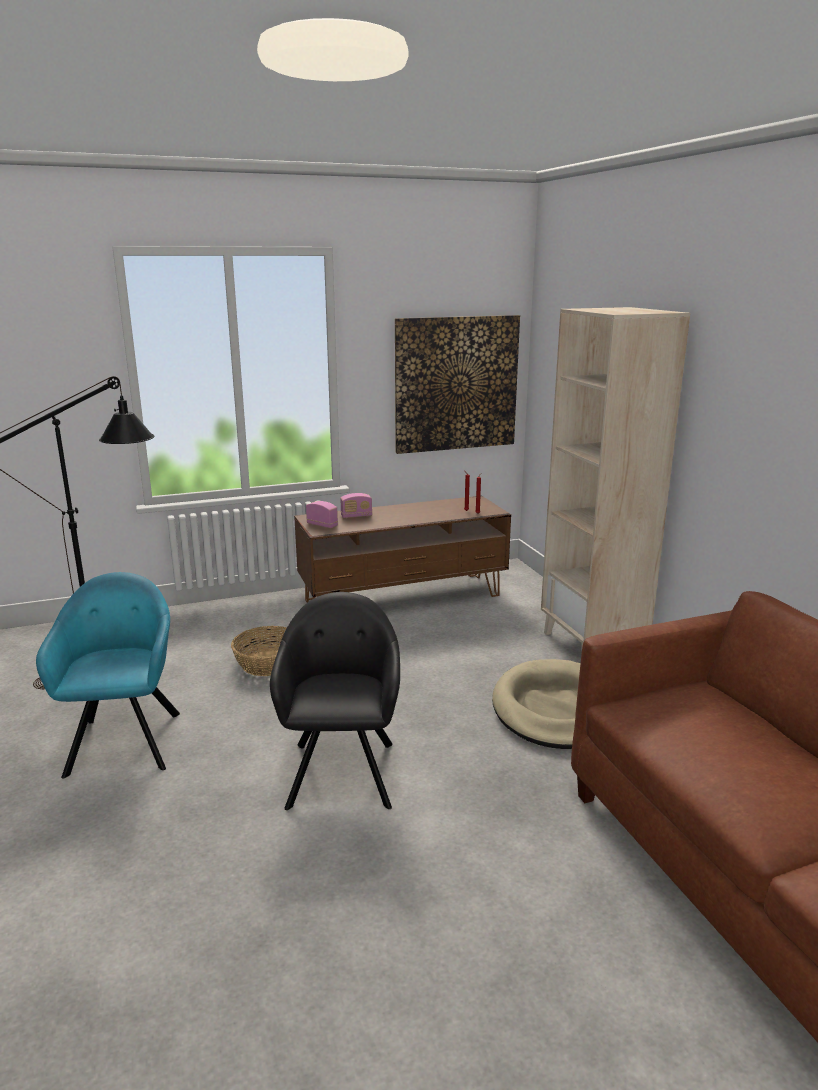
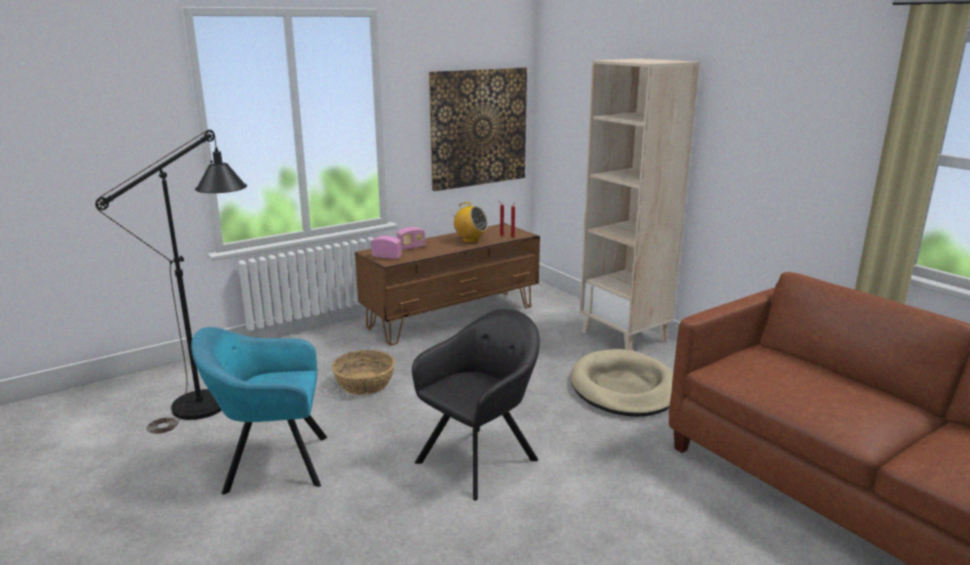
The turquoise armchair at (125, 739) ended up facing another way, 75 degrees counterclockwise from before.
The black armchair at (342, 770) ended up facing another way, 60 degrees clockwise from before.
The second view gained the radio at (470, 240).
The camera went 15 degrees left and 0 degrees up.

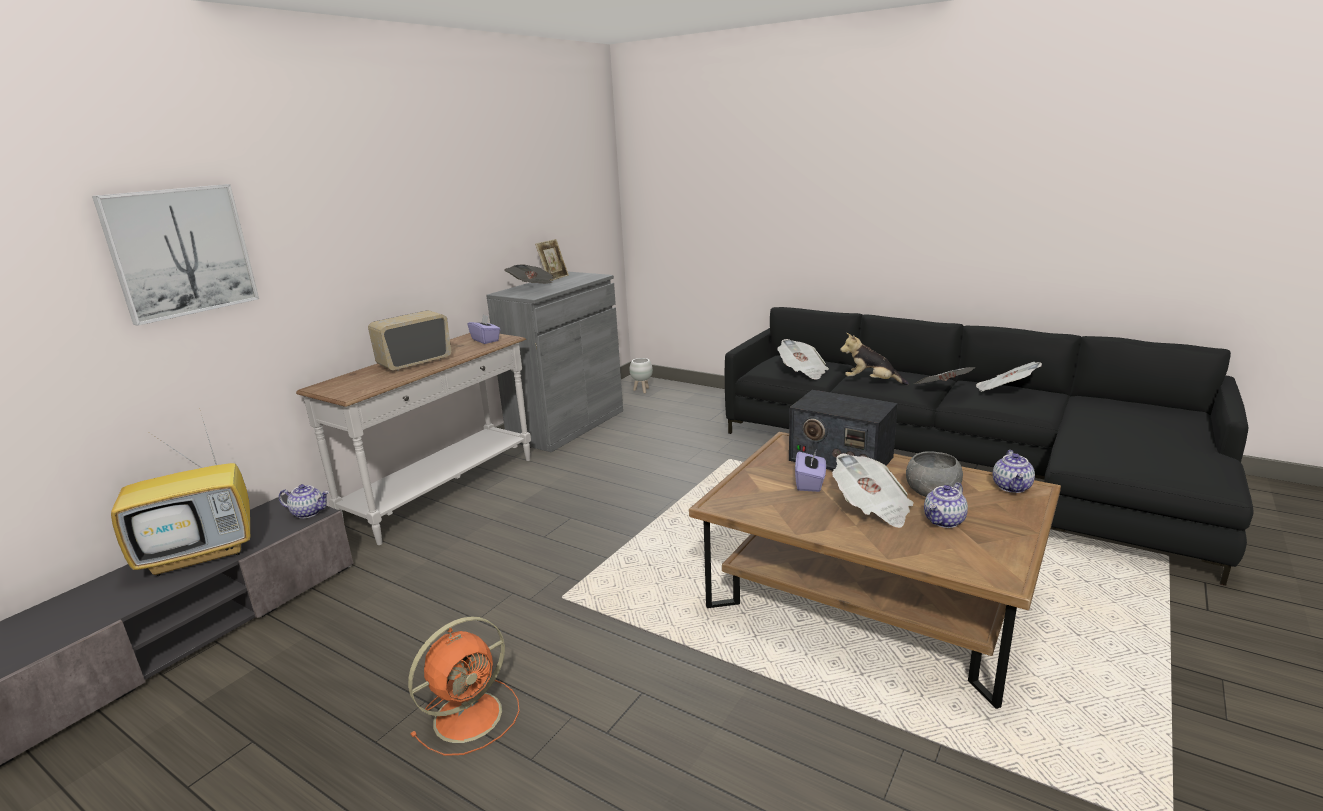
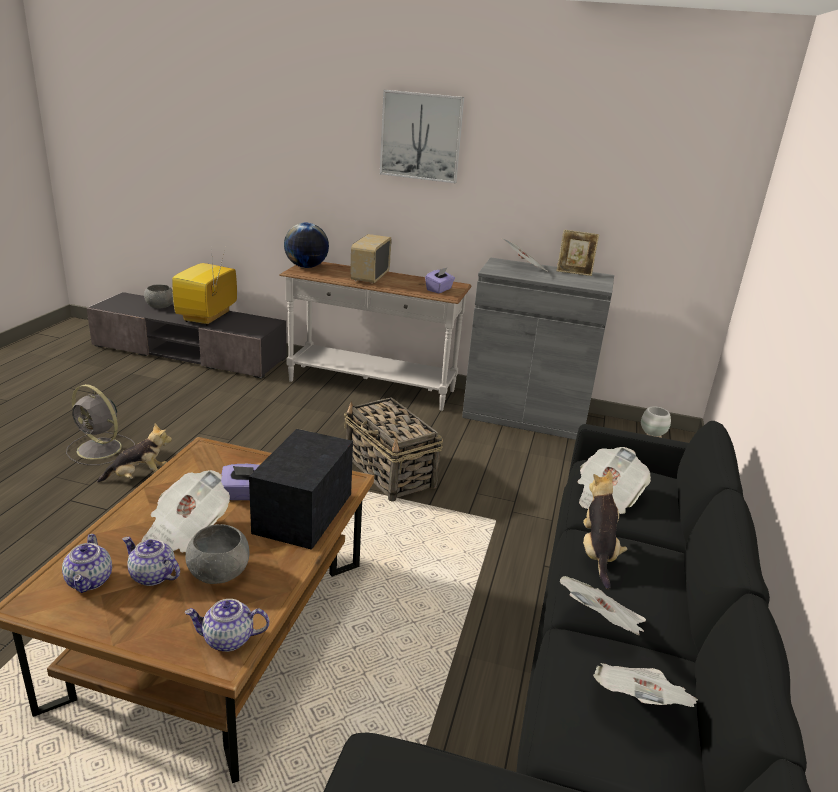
The picture ended up elsewhere, having gone from (181, 252) to (421, 136).
The television at (203, 553) ended up facing another way, 60 degrees clockwise from before.
The teapot ended up elsewhere, having gone from (309, 512) to (90, 581).
The radio at (414, 363) ended up facing another way, 105 degrees counterclockwise from before.
What was the orange fan at (471, 715) turned into the grey fan at (101, 449).
The second view gained the plush toy at (139, 477).
The second view gained the grey bowl at (160, 306).
The second view gained the globe at (306, 267).
The second view gained the basket at (390, 473).
The camera went 70 degrees right and 5 degrees up.

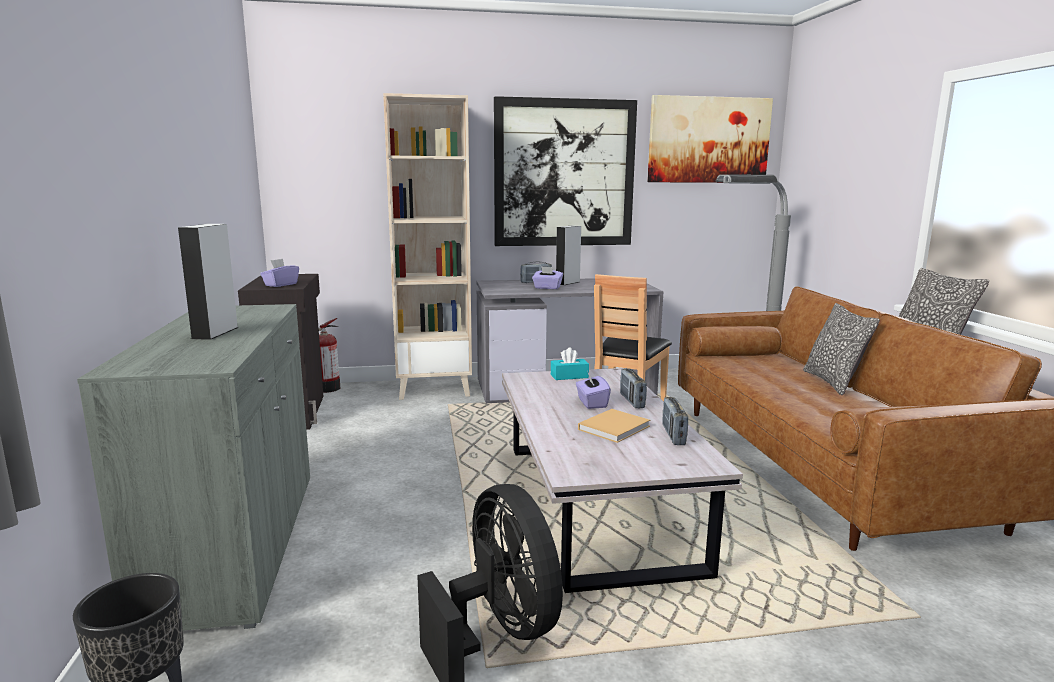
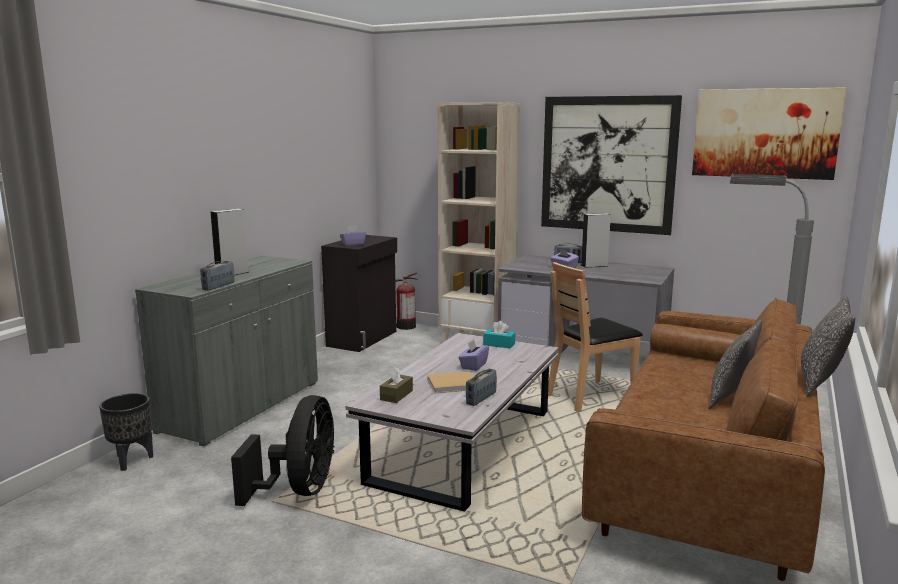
The radio ended up elsewhere, having gone from (632, 401) to (218, 286).
The second view gained the brown tissue box at (396, 395).
The camera went 35 degrees right and 0 degrees up.

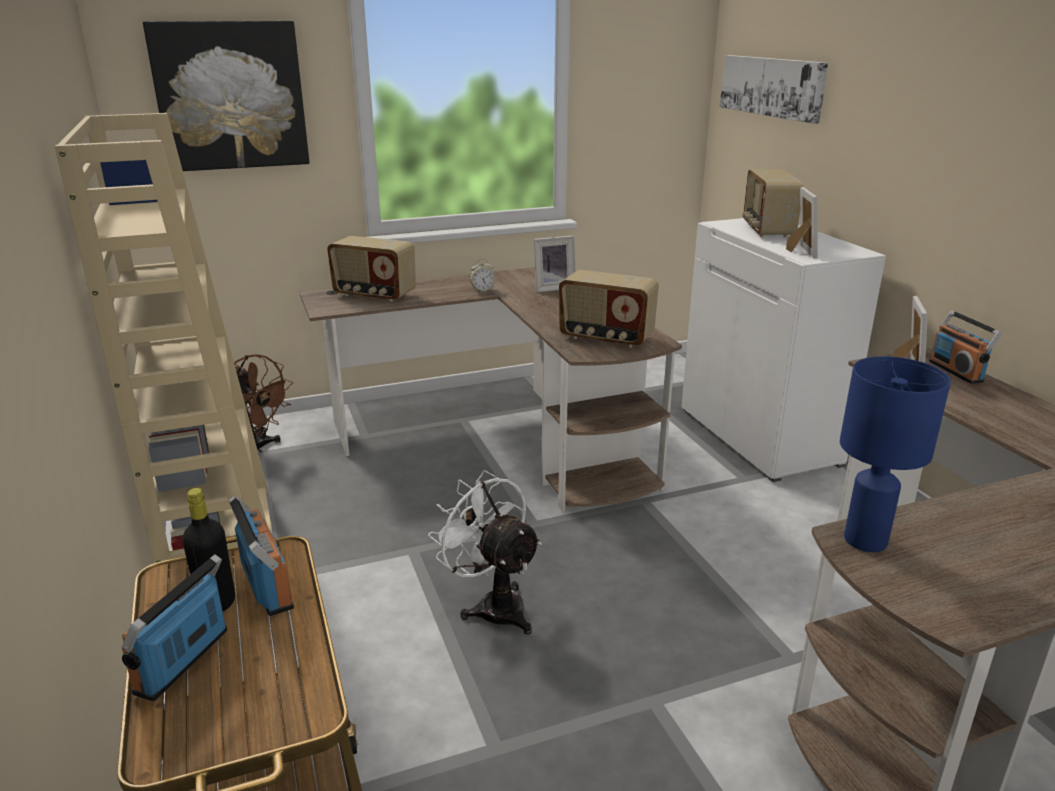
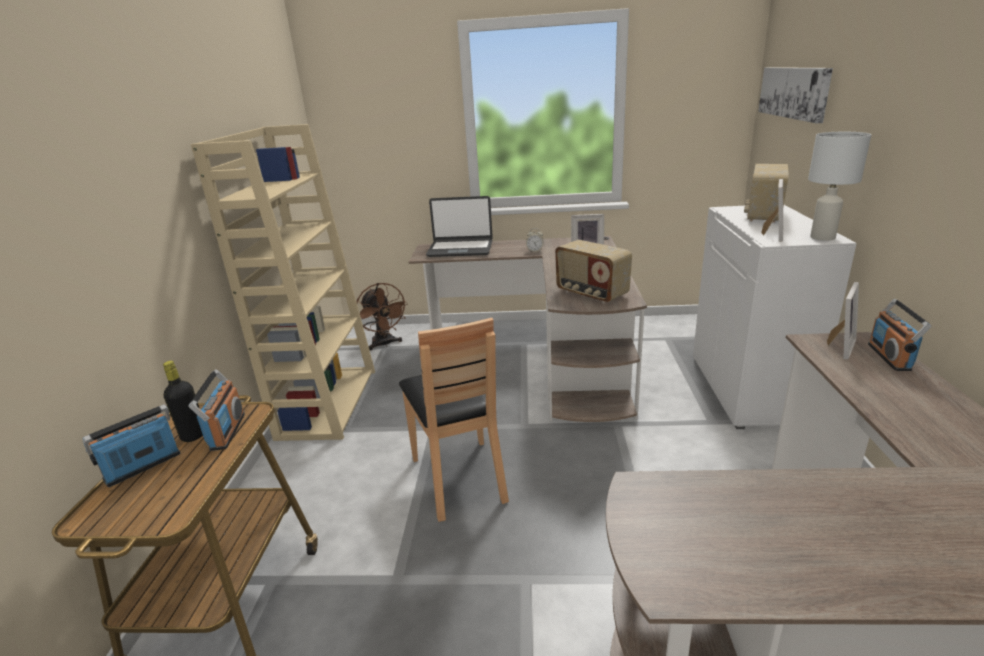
The second view lost the picture at (230, 96).
Where the radio stood at (374, 295), the laptop came to stand at (460, 249).
Where the white fan stood at (493, 605), the brown chair came to stand at (460, 478).
The second view lost the blue table lamp at (864, 540).
The second view gained the white table lamp at (821, 237).
The camera went 25 degrees right and 0 degrees up.

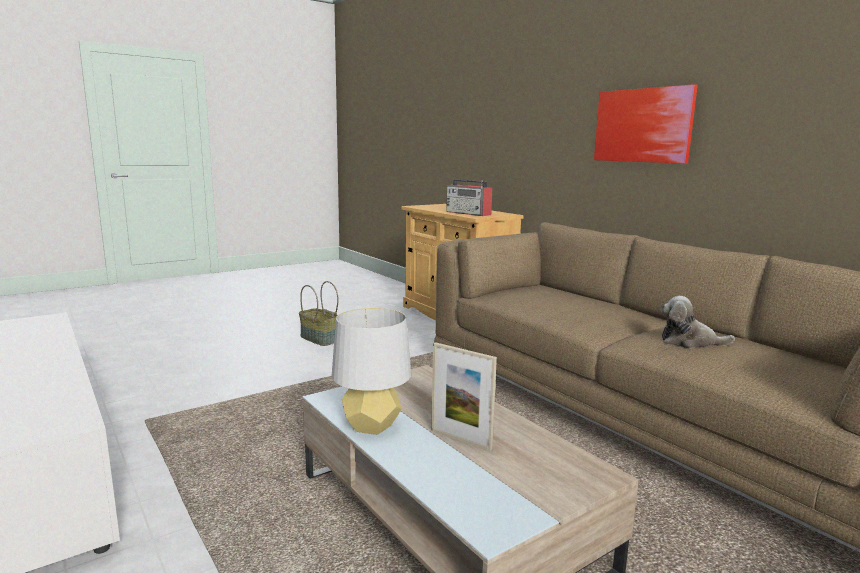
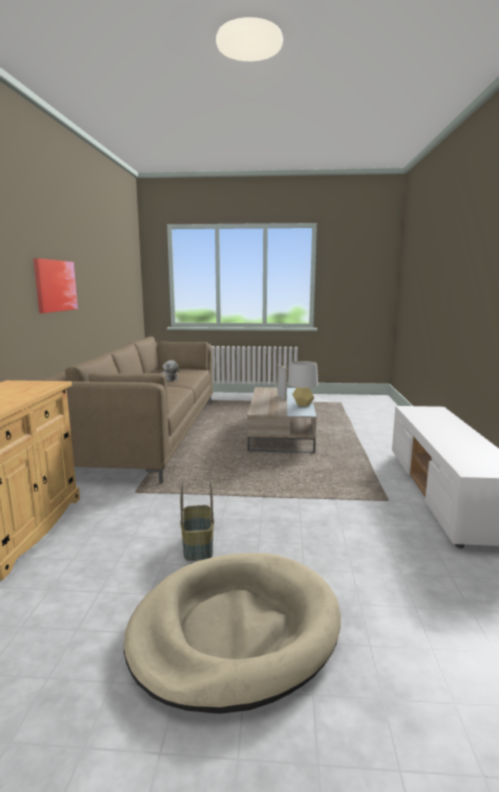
The second view lost the radio at (468, 213).
The second view gained the beige dog bed at (234, 630).
The camera went 140 degrees left and 0 degrees up.

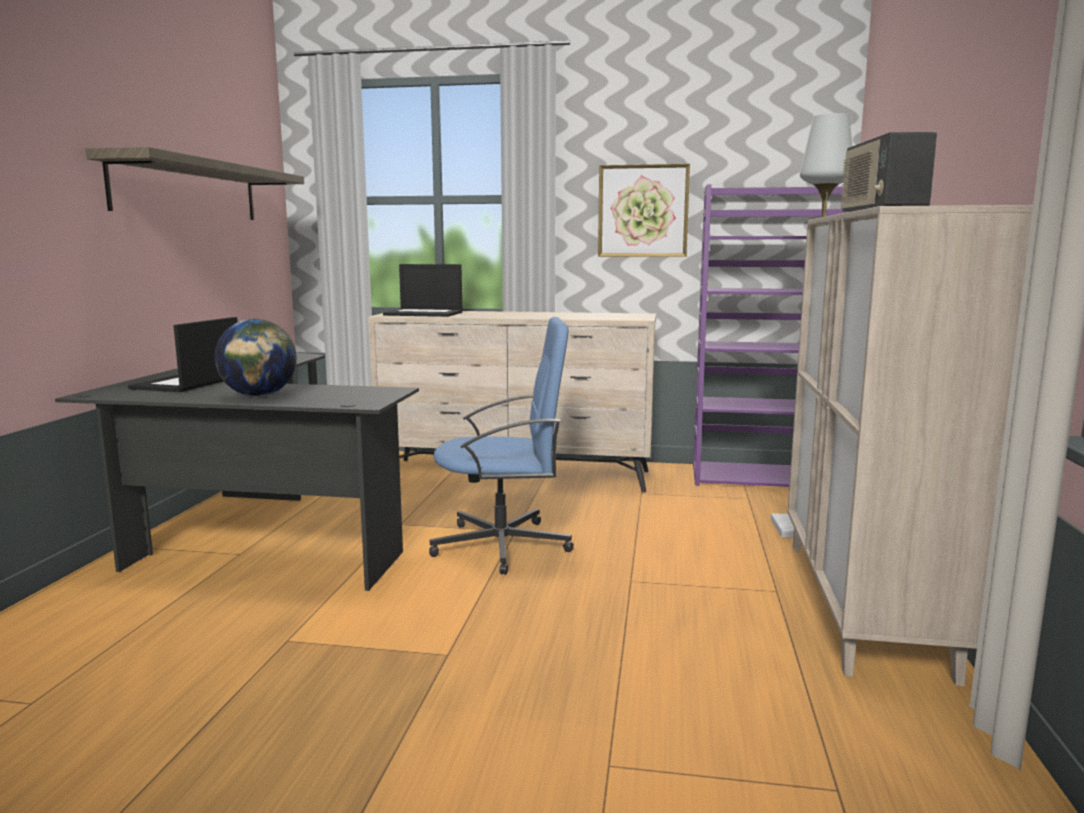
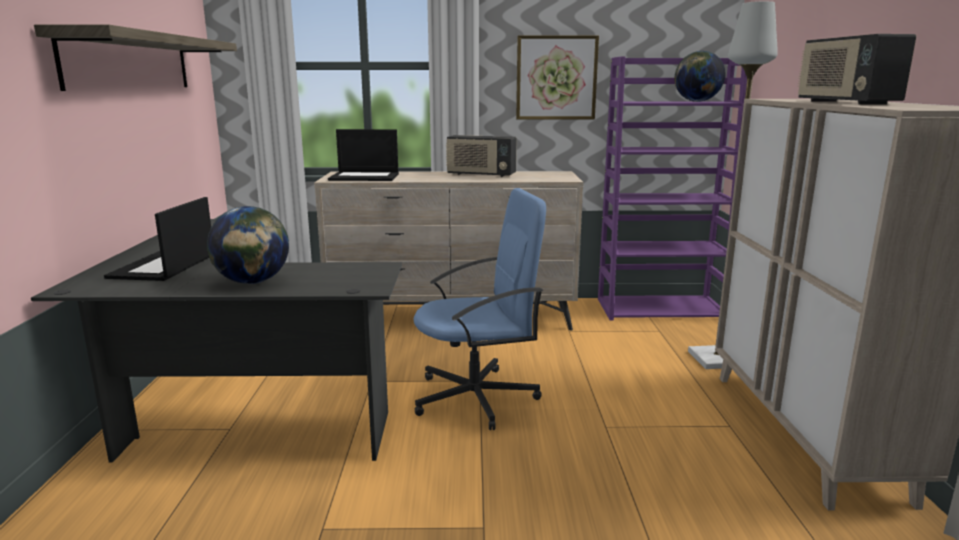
The second view gained the radio at (481, 175).
The second view gained the globe at (697, 101).
The camera went 10 degrees left and 5 degrees up.

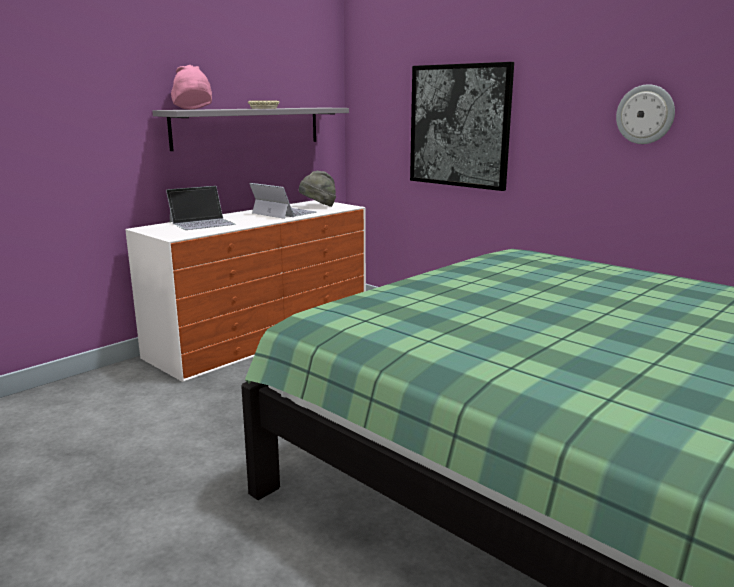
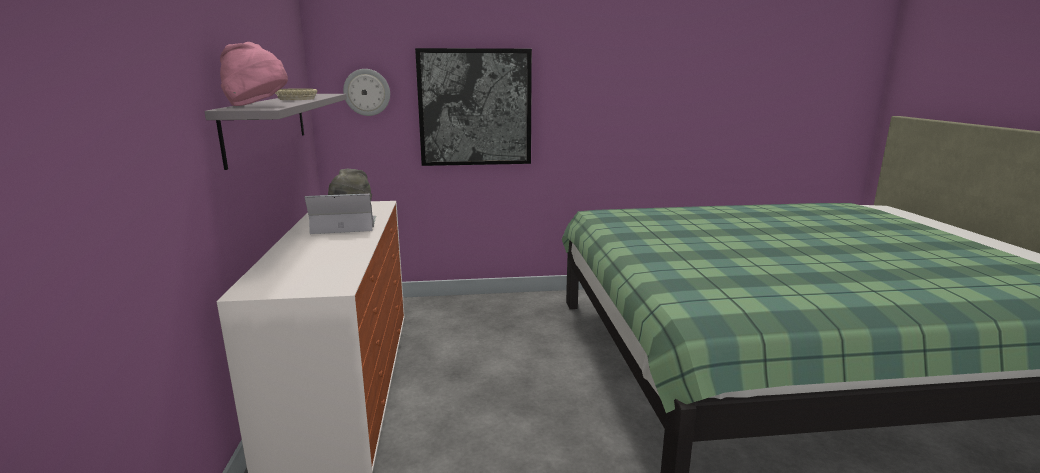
The second view lost the laptop at (202, 223).
The wall clock ended up elsewhere, having gone from (645, 114) to (367, 92).
The camera went 50 degrees left and 0 degrees up.

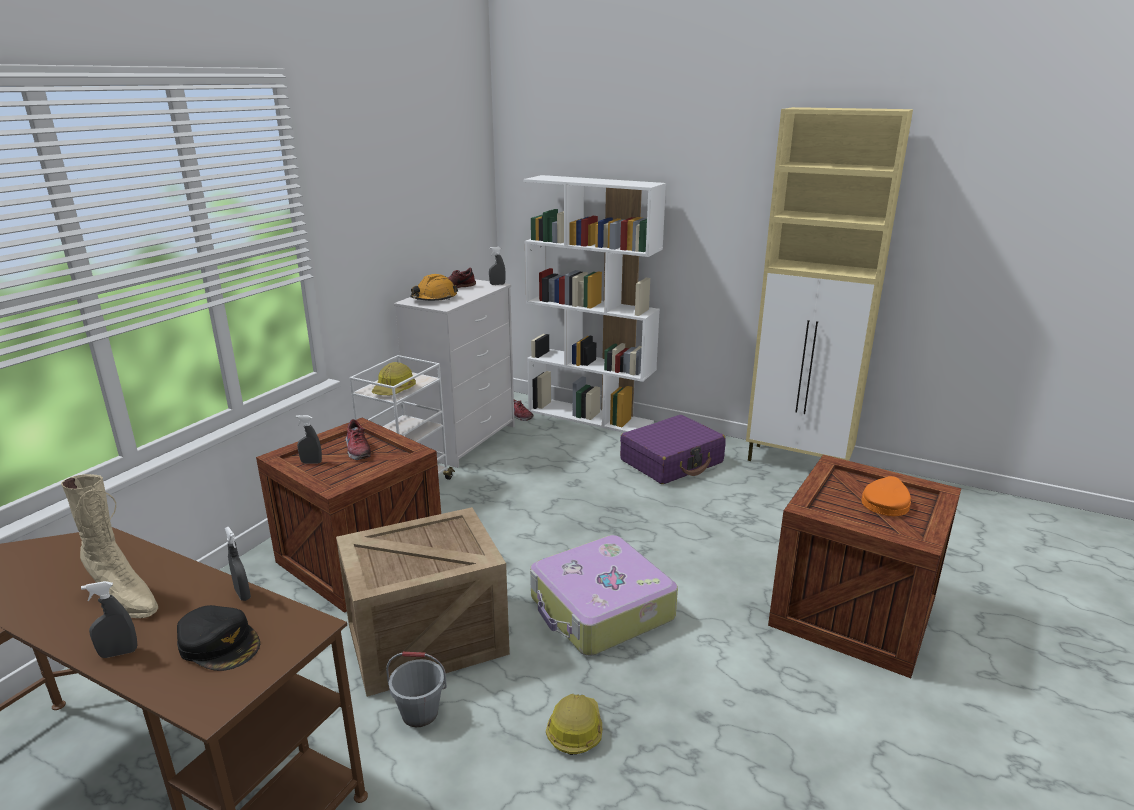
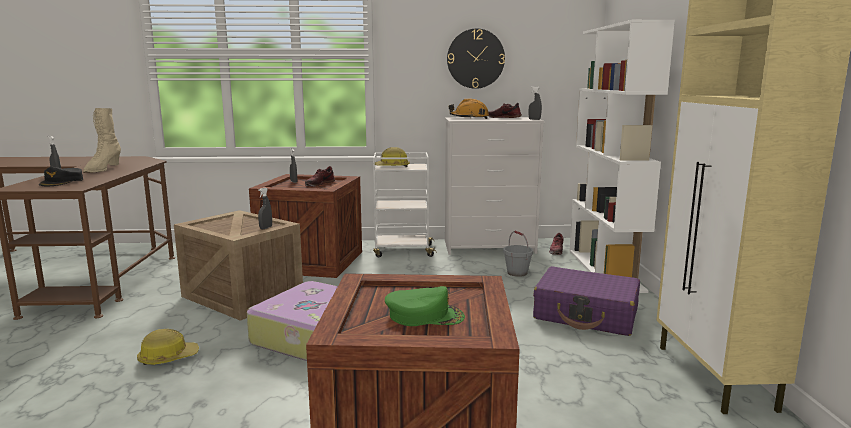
The grey spray bottle ended up elsewhere, having gone from (242, 594) to (266, 228).
The grey bucket ended up elsewhere, having gone from (420, 713) to (517, 273).
What was the orange cap at (885, 503) turned into the green cap at (424, 315).
The second view gained the wall clock at (475, 58).
The camera went 60 degrees right and 10 degrees down.

